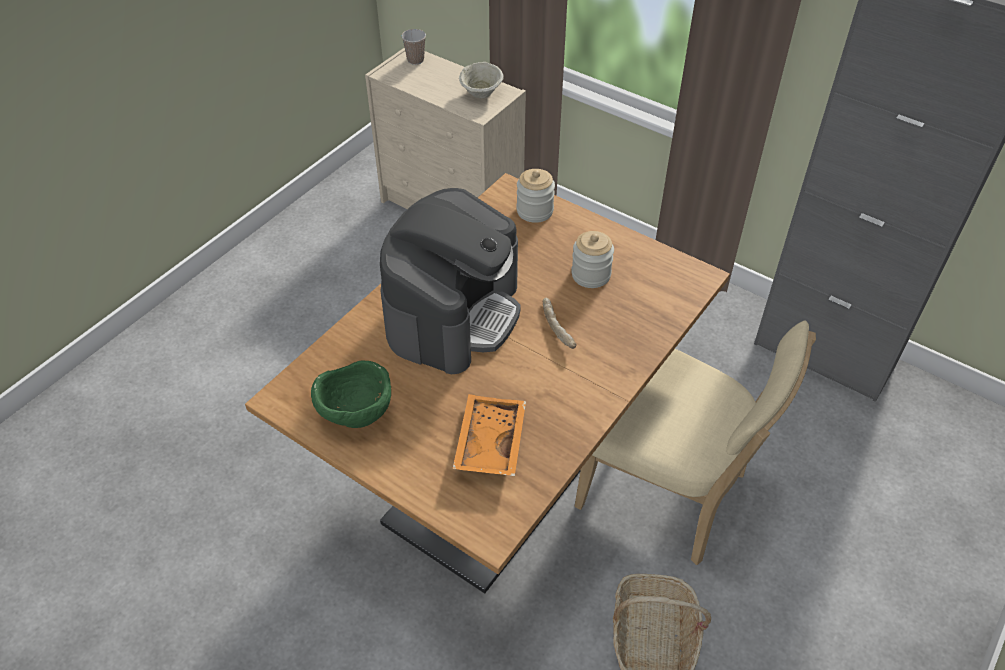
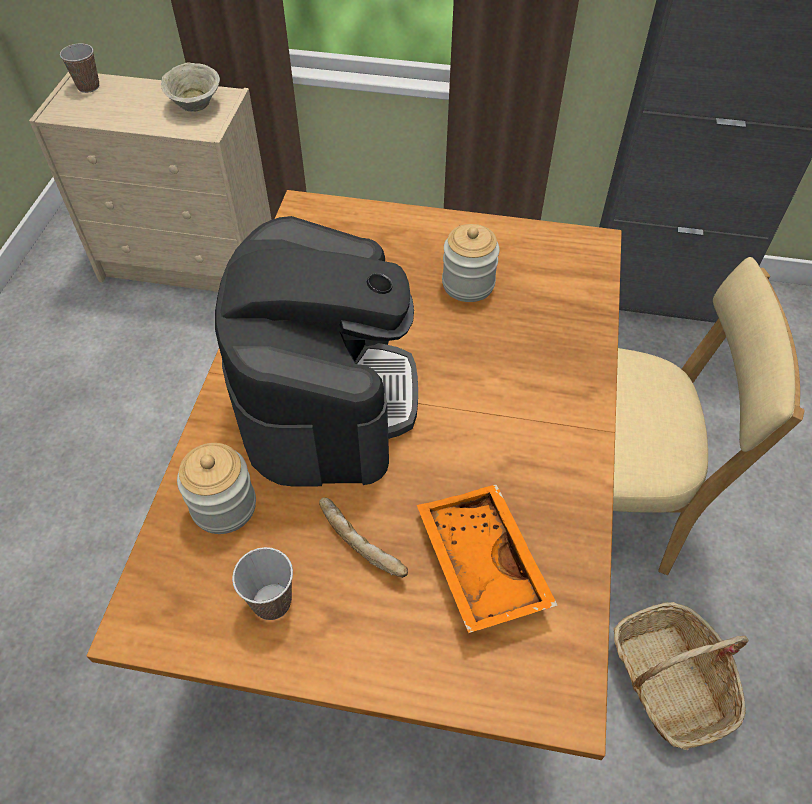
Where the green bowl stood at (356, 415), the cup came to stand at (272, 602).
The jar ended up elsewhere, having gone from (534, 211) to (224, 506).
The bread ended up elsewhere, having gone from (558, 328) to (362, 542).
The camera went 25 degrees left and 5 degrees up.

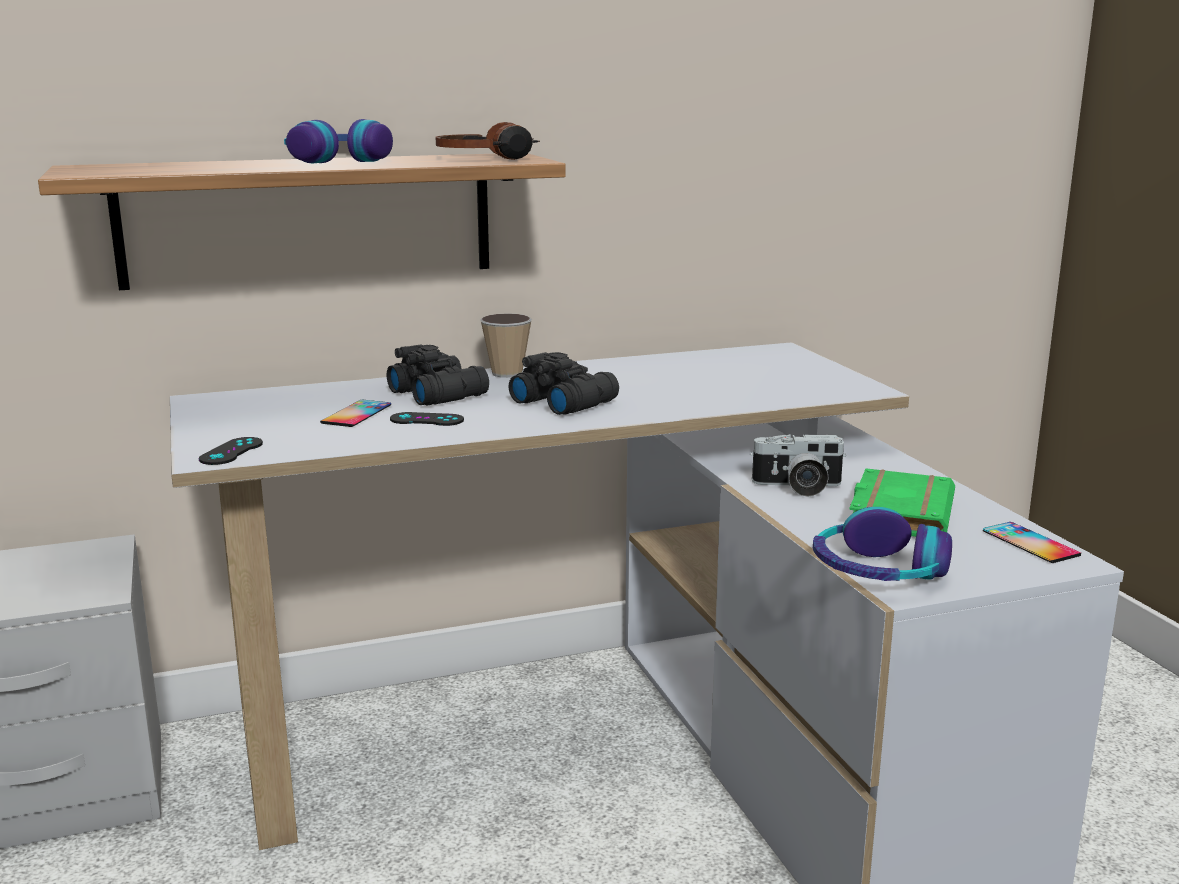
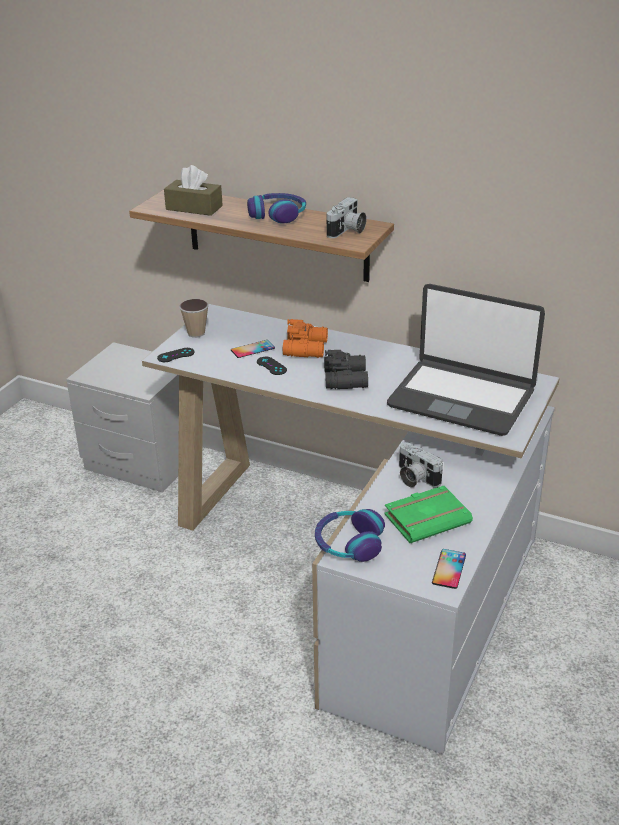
What was the black binoculars at (439, 393) turned into the orange binoculars at (307, 348).
Where the headphones stood at (487, 158), the photo camera came to stand at (347, 231).
The cup ended up elsewhere, having gone from (507, 373) to (196, 333).
The second view gained the brown tissue box at (194, 208).
The second view gained the laptop at (462, 398).
The camera went 45 degrees right and 15 degrees up.

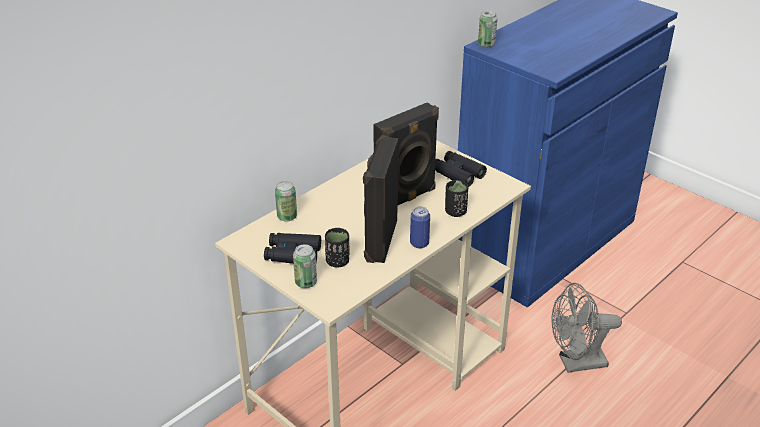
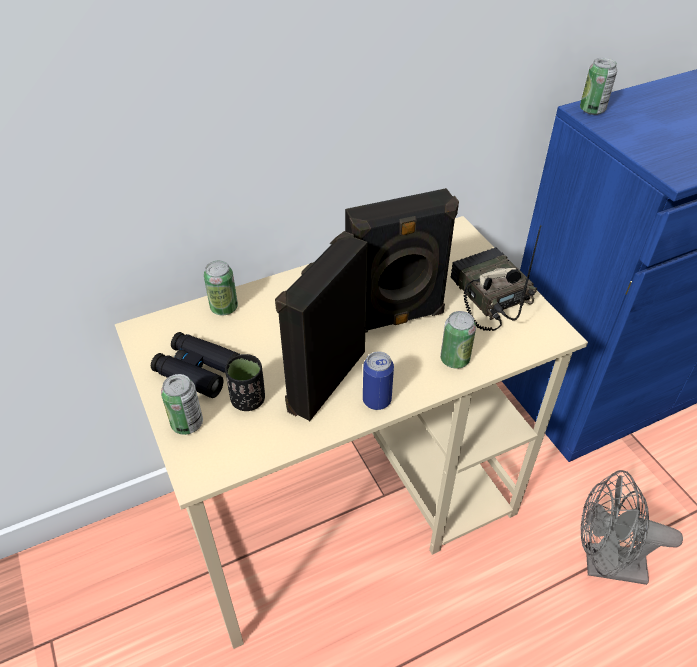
Where the black binoculars stood at (457, 174), the radio came to stand at (487, 296).
Where the black cup stood at (455, 212), the can came to stand at (454, 359).
The camera went 20 degrees right and 10 degrees up.

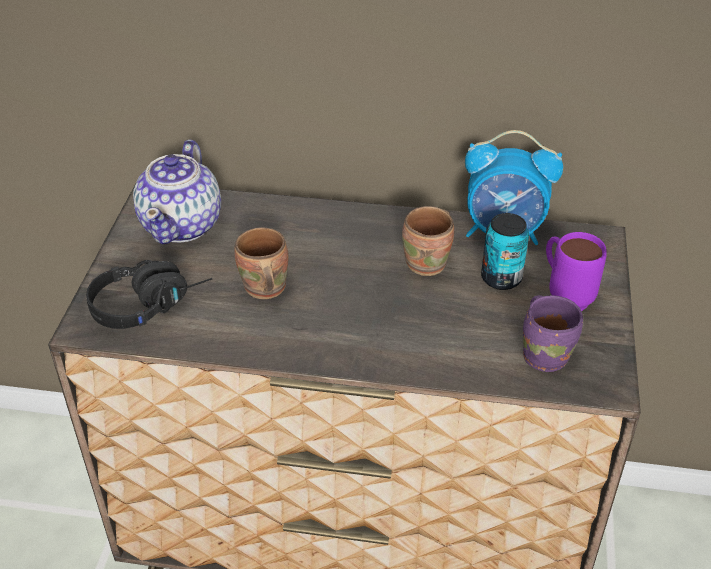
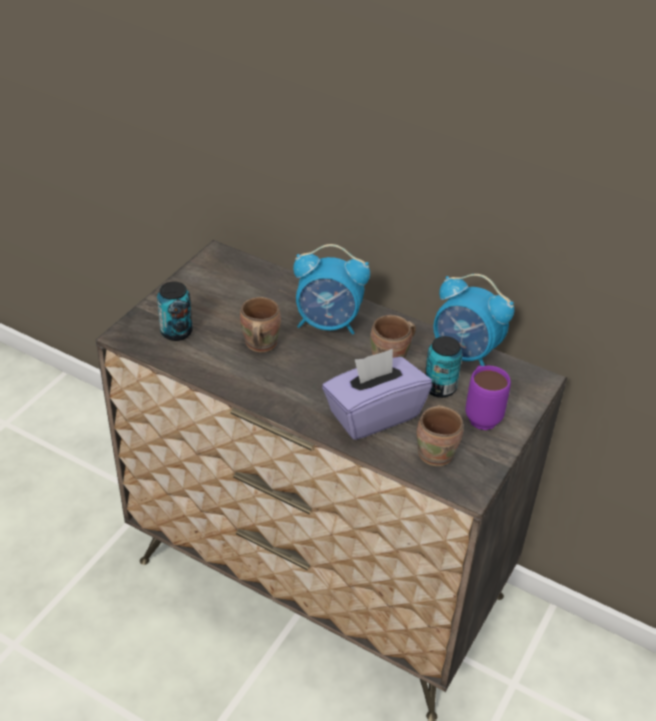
Where the black headphones stood at (151, 304), the can came to stand at (176, 332).
The second view lost the teapot at (182, 224).
What was the purple mug at (546, 355) turned into the brown mug at (437, 453).
The second view gained the alarm clock at (328, 324).
The second view gained the purple tissue box at (373, 414).
The camera went 20 degrees right and 0 degrees up.

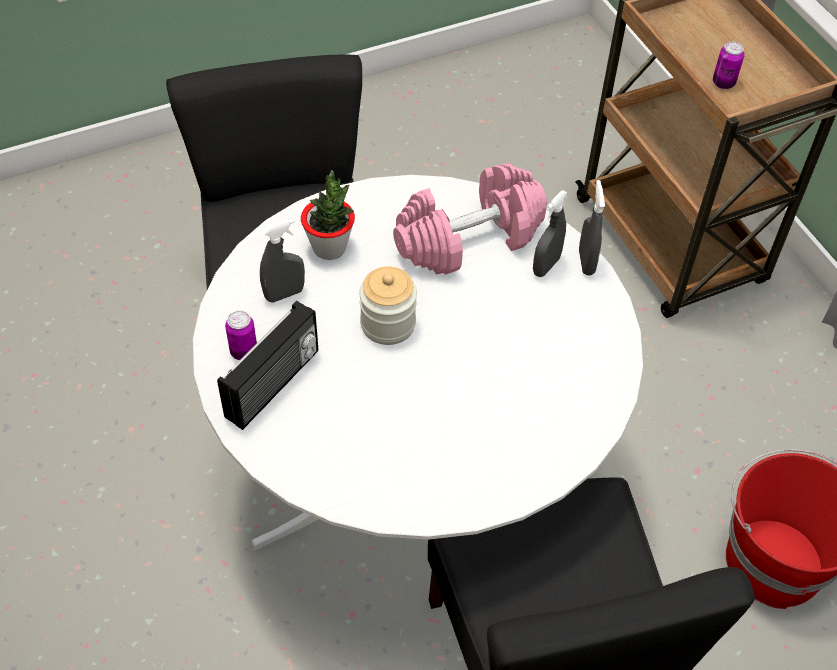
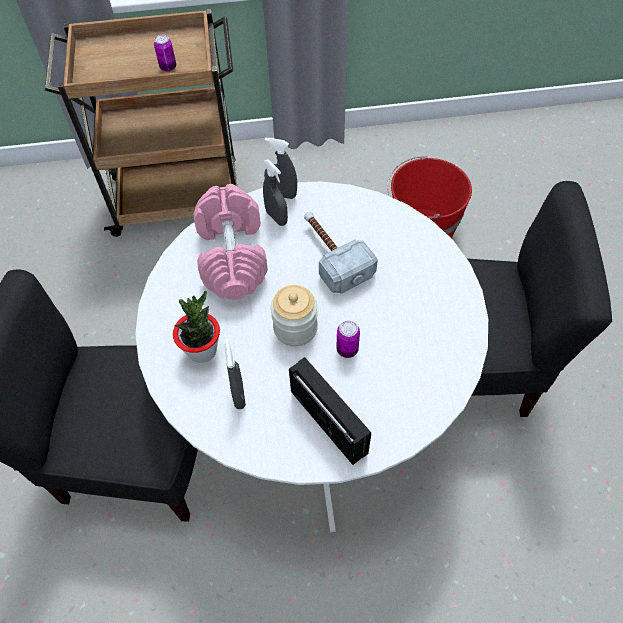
The can ended up elsewhere, having gone from (244, 351) to (347, 349).
The second view gained the hammer at (331, 255).
The camera went 70 degrees left and 5 degrees up.

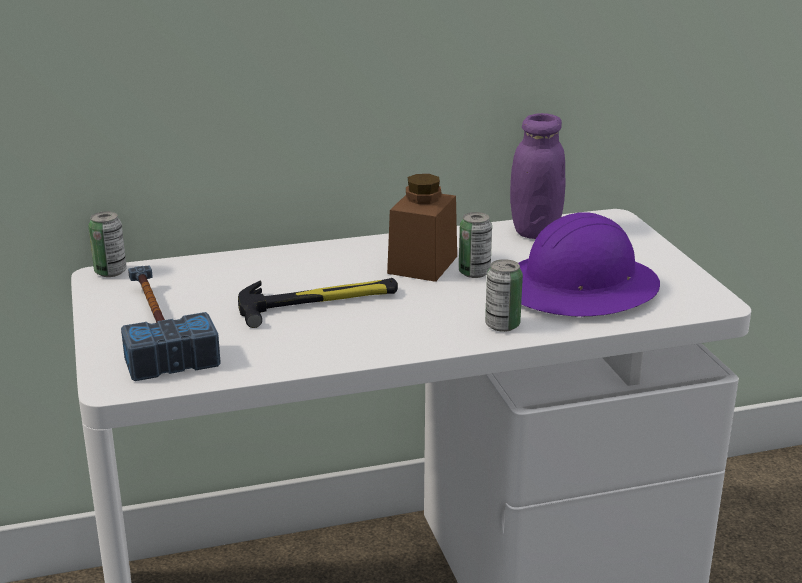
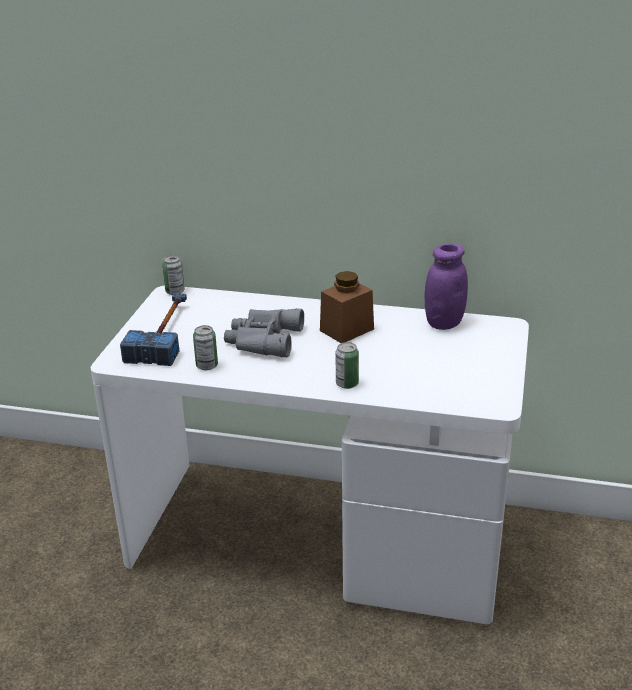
Where the hammer stood at (319, 302), the grey binoculars came to stand at (262, 340).
The can ended up elsewhere, having gone from (474, 273) to (207, 366).
The second view lost the purple hard hat at (580, 289).
The camera went 30 degrees right and 5 degrees up.

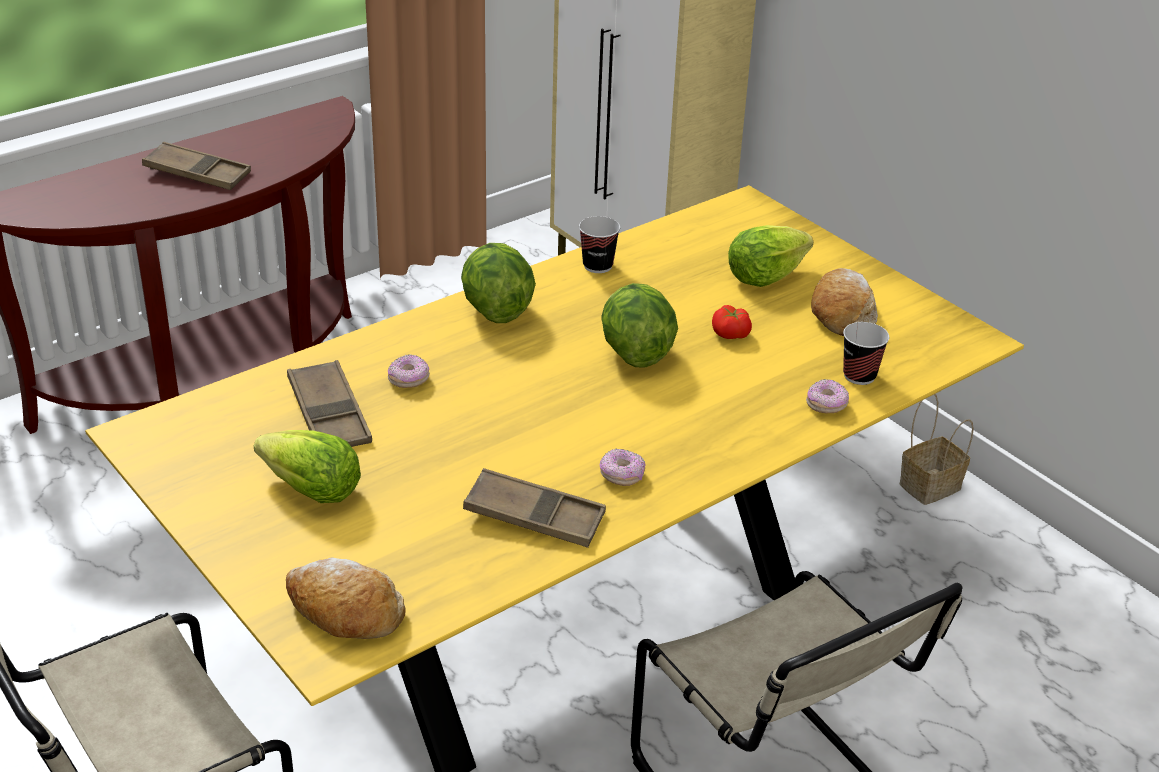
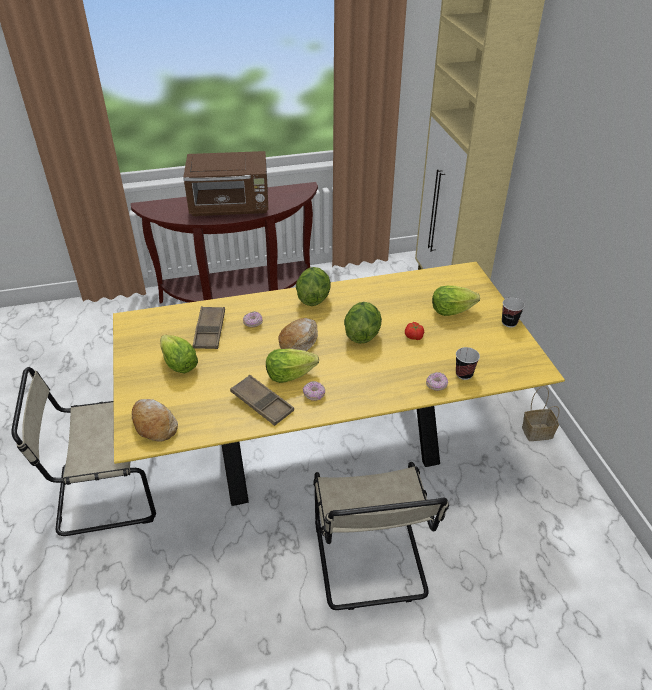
Where the brown tray stood at (197, 173), the brown microwave came to stand at (231, 207).
The cup ended up elsewhere, having gone from (597, 266) to (509, 322).
The bread ended up elsewhere, having gone from (842, 313) to (299, 341).
The second view gained the lettuce at (289, 375).
The camera went 25 degrees right and 5 degrees up.

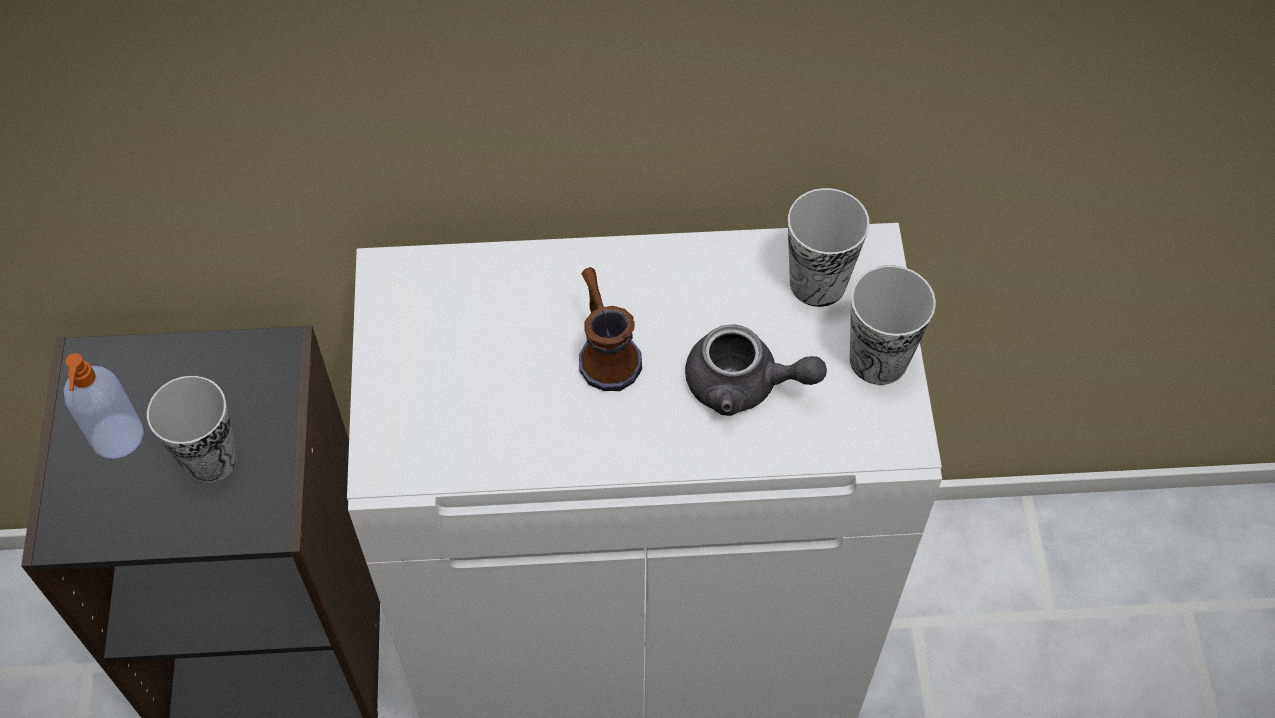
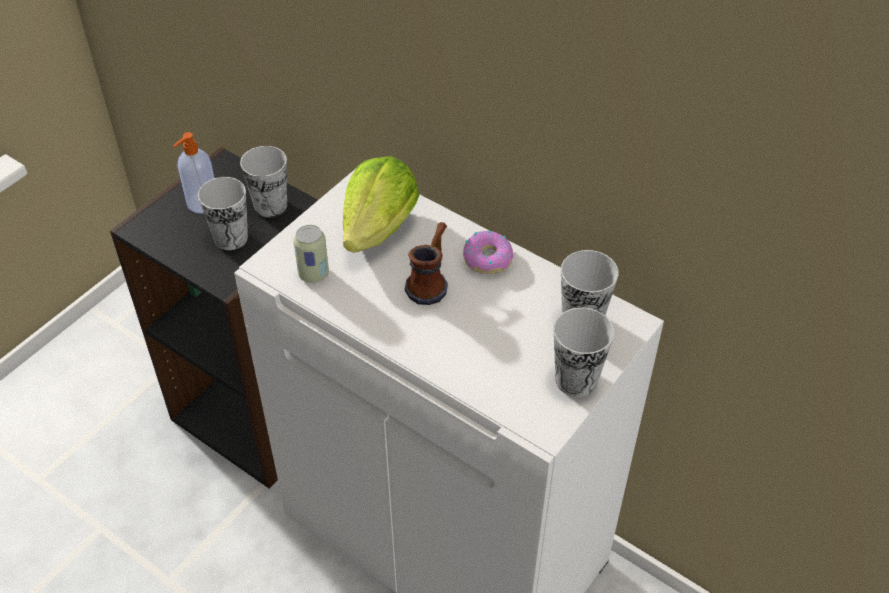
The second view lost the grey teapot at (744, 385).
The second view gained the cup at (270, 206).
The second view gained the can at (313, 274).
The second view gained the lettuce at (379, 228).
The second view gained the donut at (488, 258).
The camera went 40 degrees right and 10 degrees down.

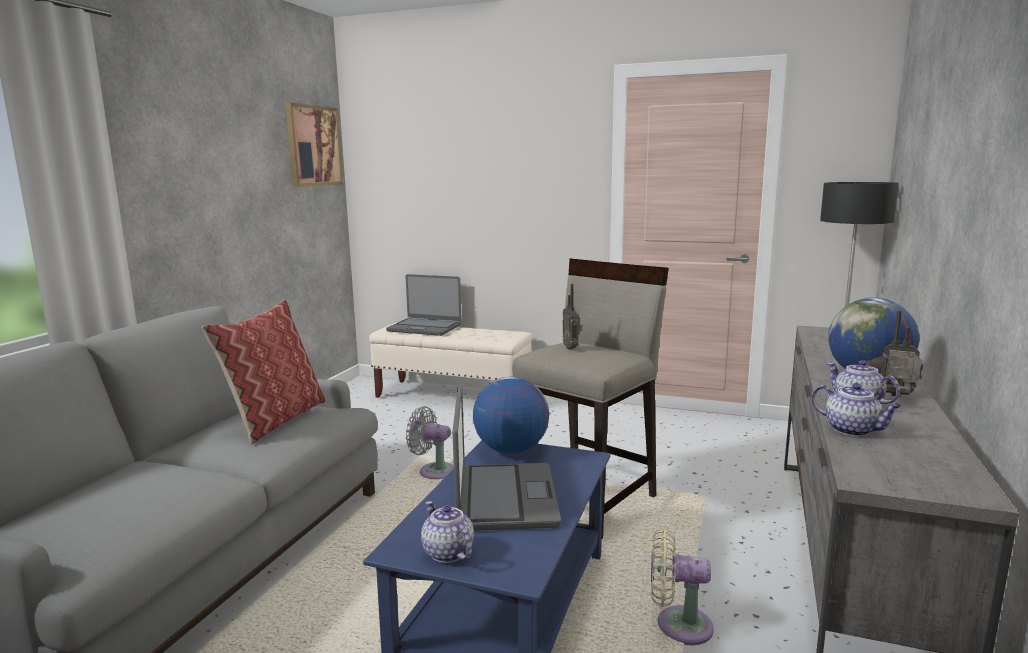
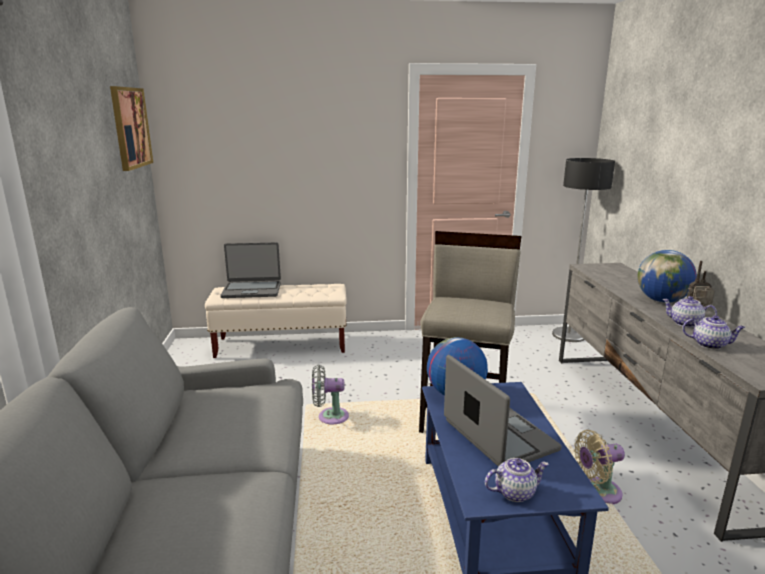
The second view lost the pillow at (275, 419).
The teapot at (447, 553) ended up facing another way, 135 degrees clockwise from before.
The second view lost the radio at (571, 348).
The camera went 25 degrees left and 5 degrees up.

